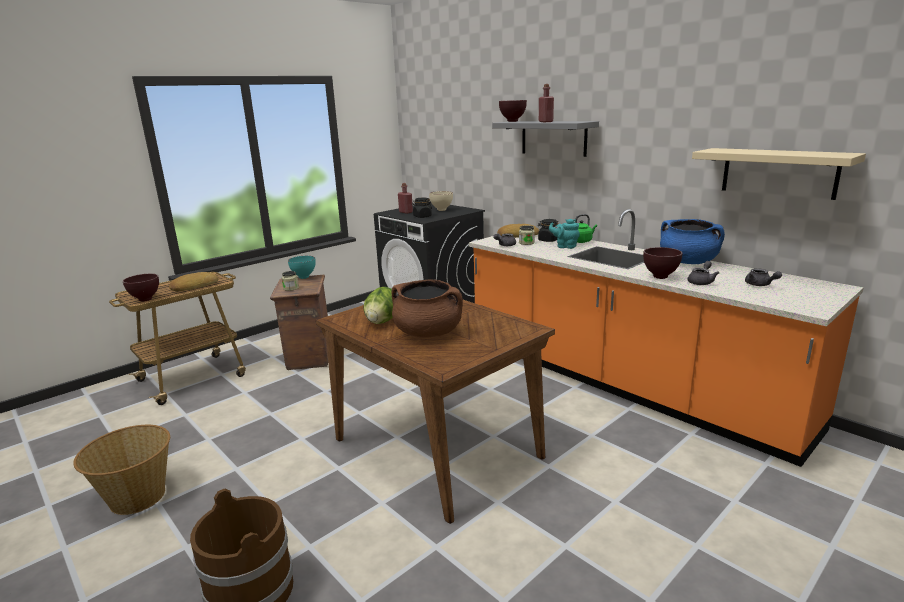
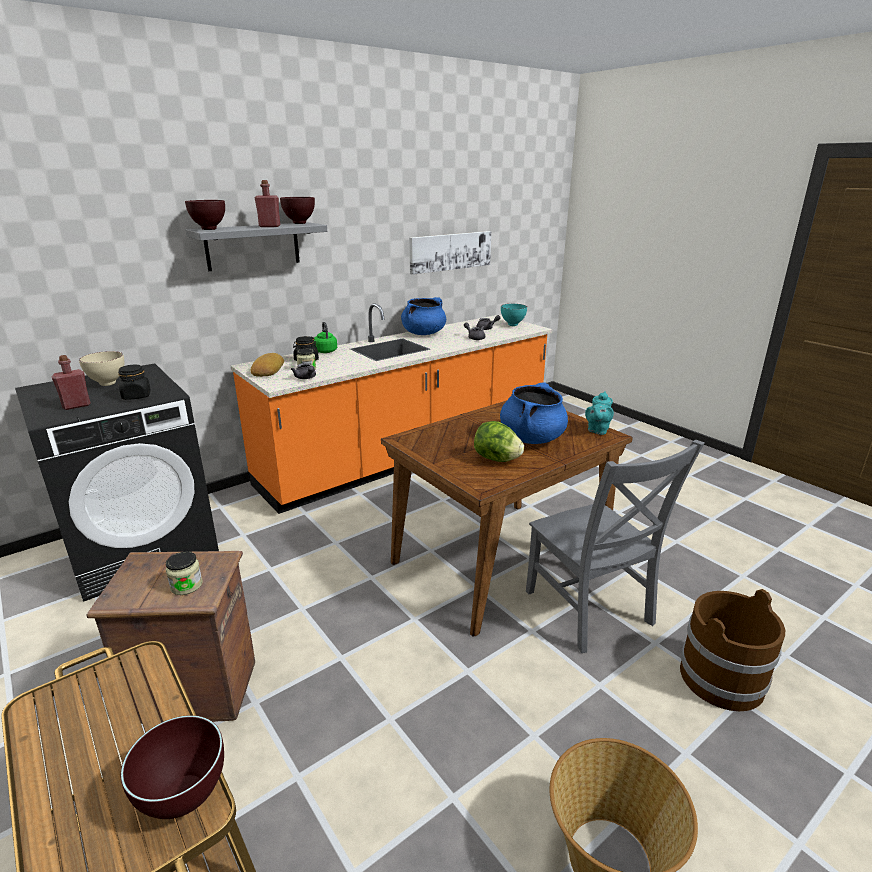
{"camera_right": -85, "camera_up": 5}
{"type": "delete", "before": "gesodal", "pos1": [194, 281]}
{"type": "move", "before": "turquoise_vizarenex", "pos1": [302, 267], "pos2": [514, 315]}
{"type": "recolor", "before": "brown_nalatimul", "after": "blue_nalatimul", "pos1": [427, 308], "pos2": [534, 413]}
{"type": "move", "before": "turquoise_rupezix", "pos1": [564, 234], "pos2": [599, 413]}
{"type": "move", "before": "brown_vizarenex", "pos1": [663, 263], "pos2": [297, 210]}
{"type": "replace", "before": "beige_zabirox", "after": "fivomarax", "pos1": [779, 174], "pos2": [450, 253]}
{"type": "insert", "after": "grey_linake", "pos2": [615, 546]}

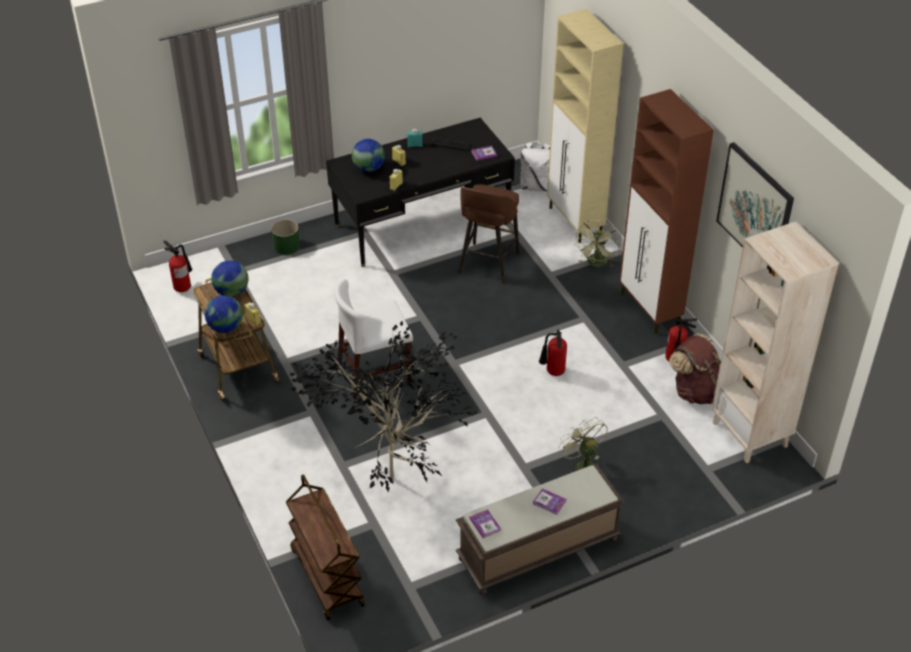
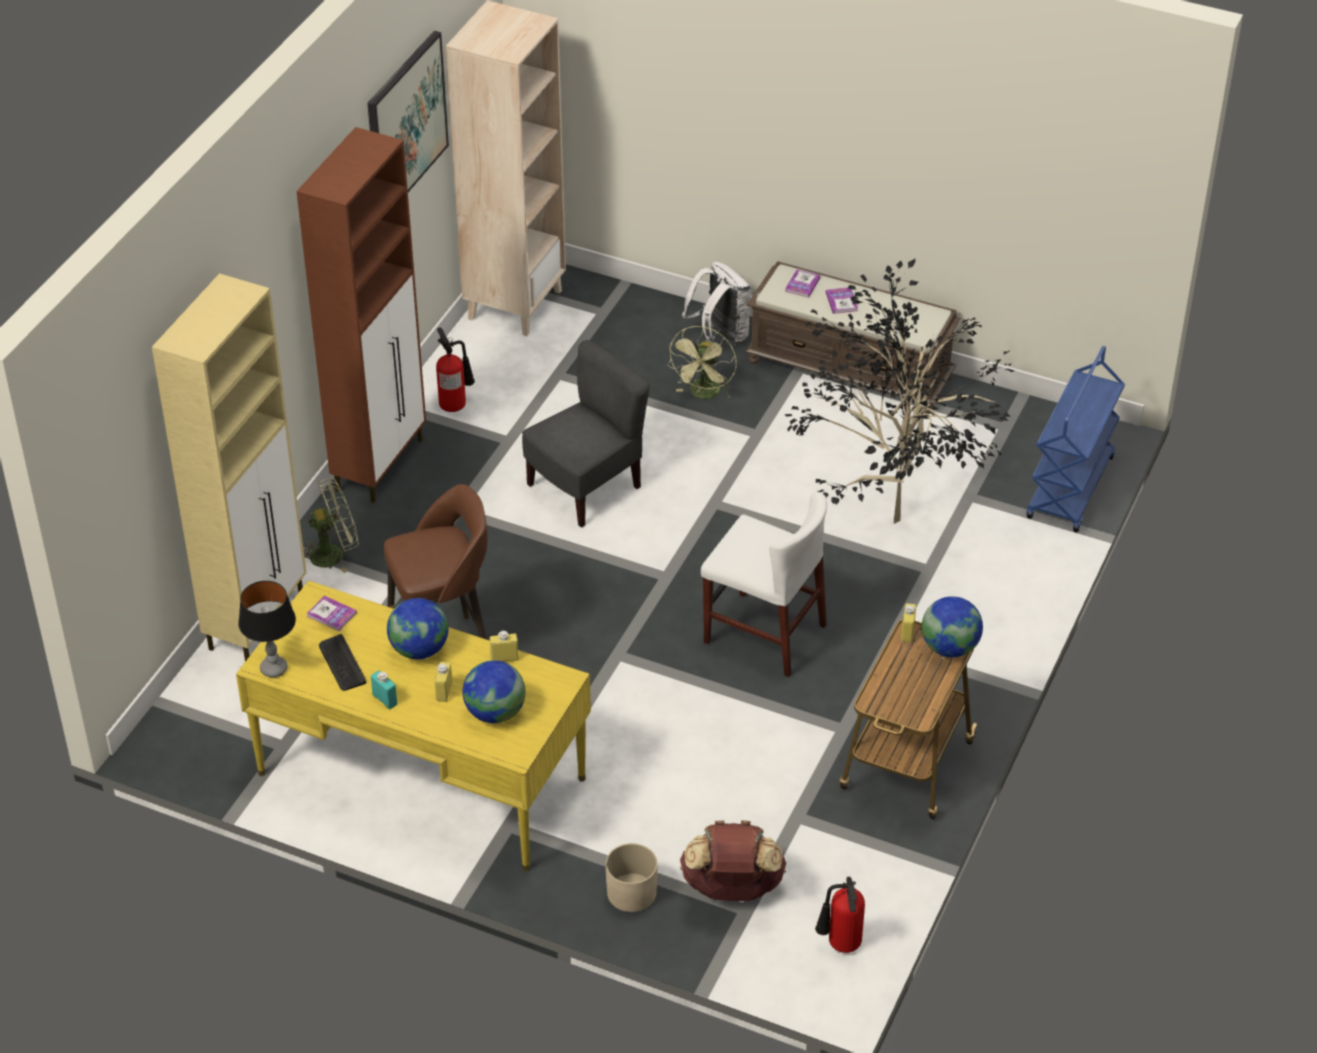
{"camera_right": -130, "camera_up": 0}
{"type": "move", "before": "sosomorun", "pos1": [229, 278], "pos2": [417, 628]}
{"type": "recolor", "before": "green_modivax", "after": "beige_modivax", "pos1": [285, 237], "pos2": [631, 877]}
{"type": "recolor", "before": "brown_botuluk", "after": "blue_botuluk", "pos1": [325, 547], "pos2": [1075, 439]}
{"type": "recolor", "before": "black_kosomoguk", "after": "yellow_kosomoguk", "pos1": [420, 192], "pos2": [413, 725]}
{"type": "move", "before": "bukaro", "pos1": [485, 523], "pos2": [802, 283]}
{"type": "move", "before": "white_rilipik", "pos1": [534, 166], "pos2": [717, 303]}
{"type": "replace", "before": "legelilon", "after": "grey_linake", "pos1": [553, 353], "pos2": [586, 434]}
{"type": "move", "before": "brown_rilipik", "pos1": [695, 368], "pos2": [733, 860]}
{"type": "insert", "after": "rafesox", "pos2": [267, 629]}

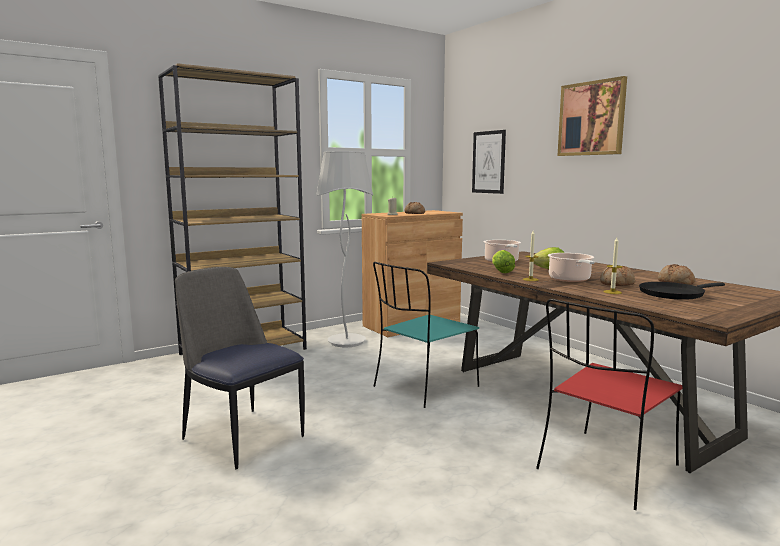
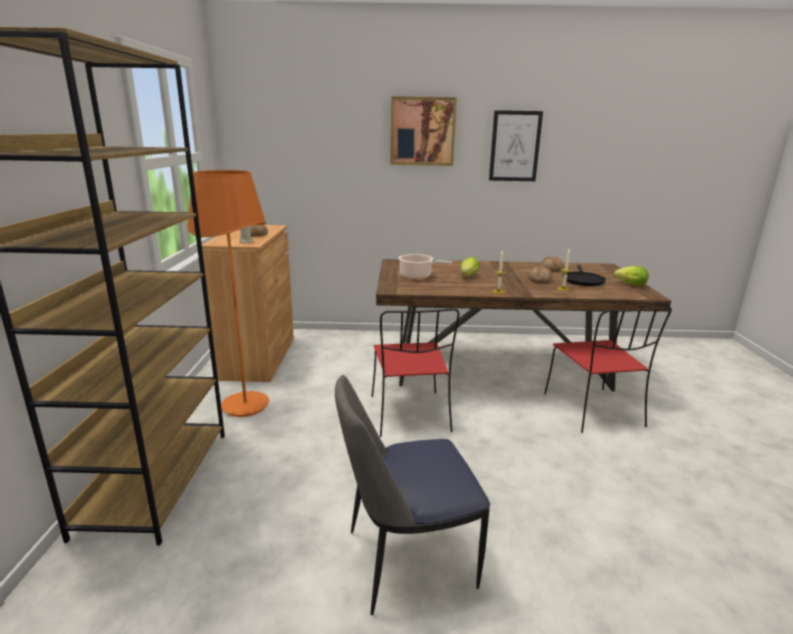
{"camera_right": -55, "camera_up": 10}
{"type": "recolor", "before": "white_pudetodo", "after": "orange_pudetodo", "pos1": [344, 249], "pos2": [228, 293]}
{"type": "recolor", "before": "turquoise_linake", "after": "red_linake", "pos1": [426, 335], "pos2": [415, 373]}
{"type": "move", "before": "fivomarax", "pos1": [489, 162], "pos2": [516, 145]}
{"type": "move", "before": "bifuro", "pos1": [503, 261], "pos2": [631, 276]}
{"type": "delete", "before": "nalatimul", "pos1": [571, 267]}

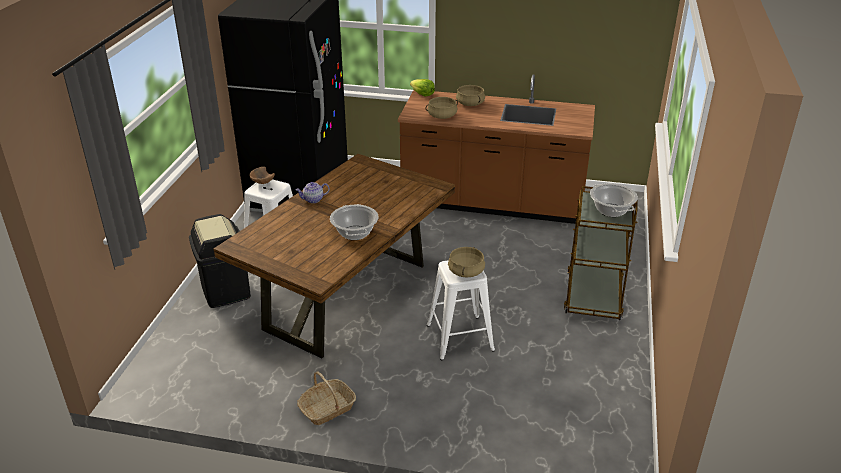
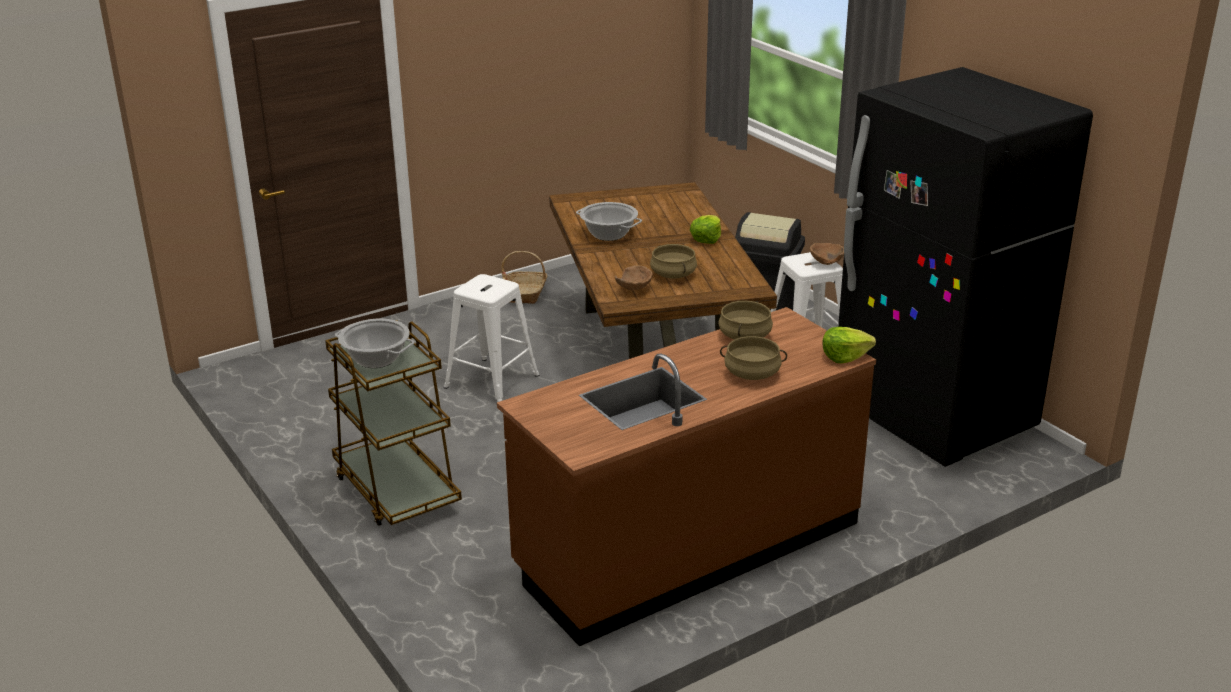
{"camera_right": 135, "camera_up": -5}
{"type": "replace", "before": "rupezix", "after": "bifuro", "pos1": [312, 192], "pos2": [705, 229]}
{"type": "move", "before": "beige_nalatimul", "pos1": [466, 262], "pos2": [673, 261]}
{"type": "insert", "after": "brown_vizarenex", "pos2": [634, 277]}

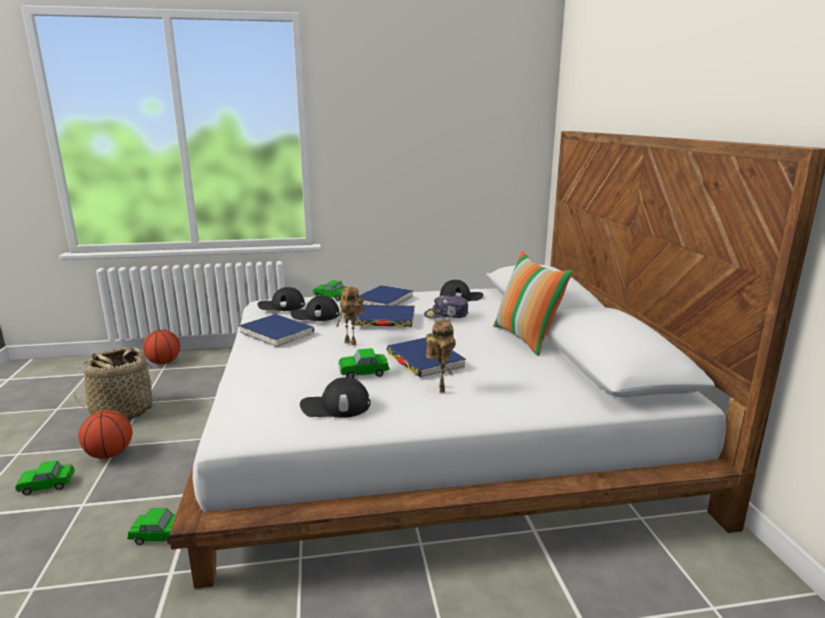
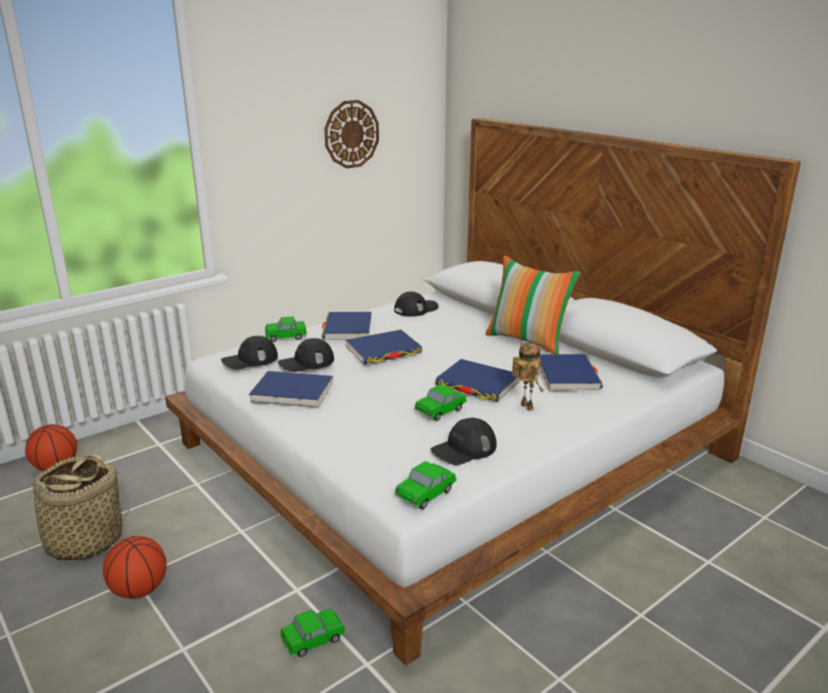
{"camera_right": -30, "camera_up": 5}
{"type": "move", "before": "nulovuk", "pos1": [45, 477], "pos2": [426, 485]}
{"type": "delete", "before": "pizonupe", "pos1": [350, 316]}
{"type": "delete", "before": "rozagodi", "pos1": [446, 306]}
{"type": "insert", "after": "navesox", "pos2": [351, 134]}
{"type": "insert", "after": "blue_bukaro", "pos2": [571, 373]}

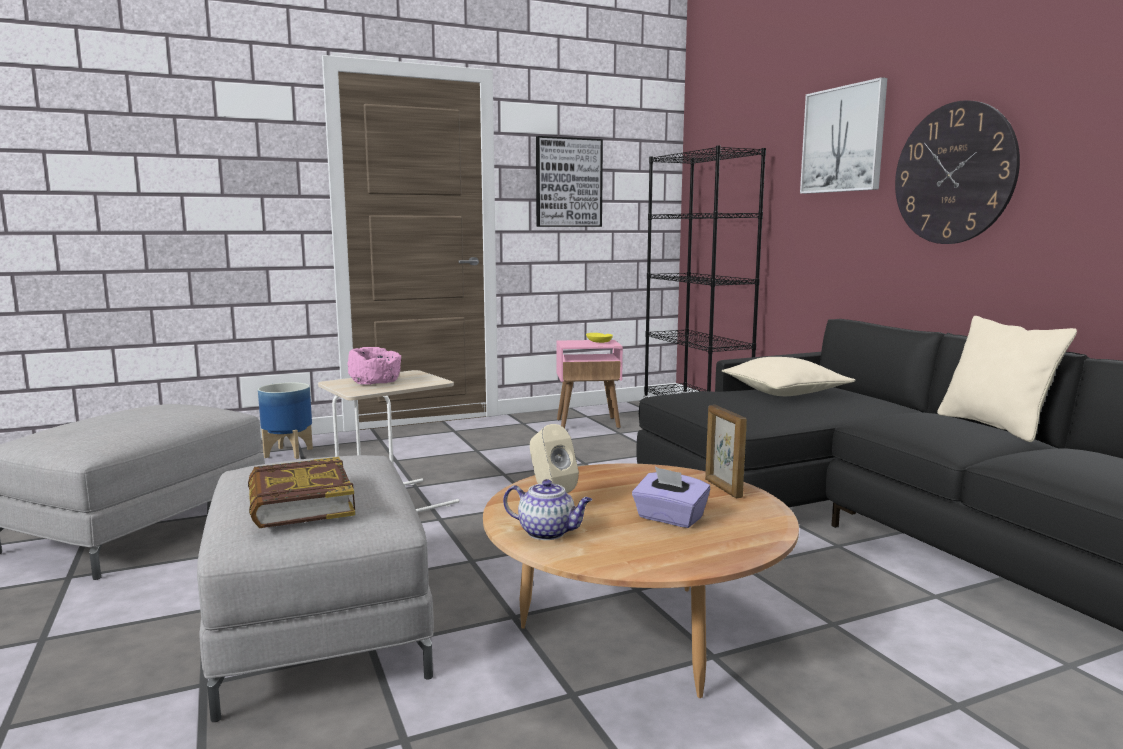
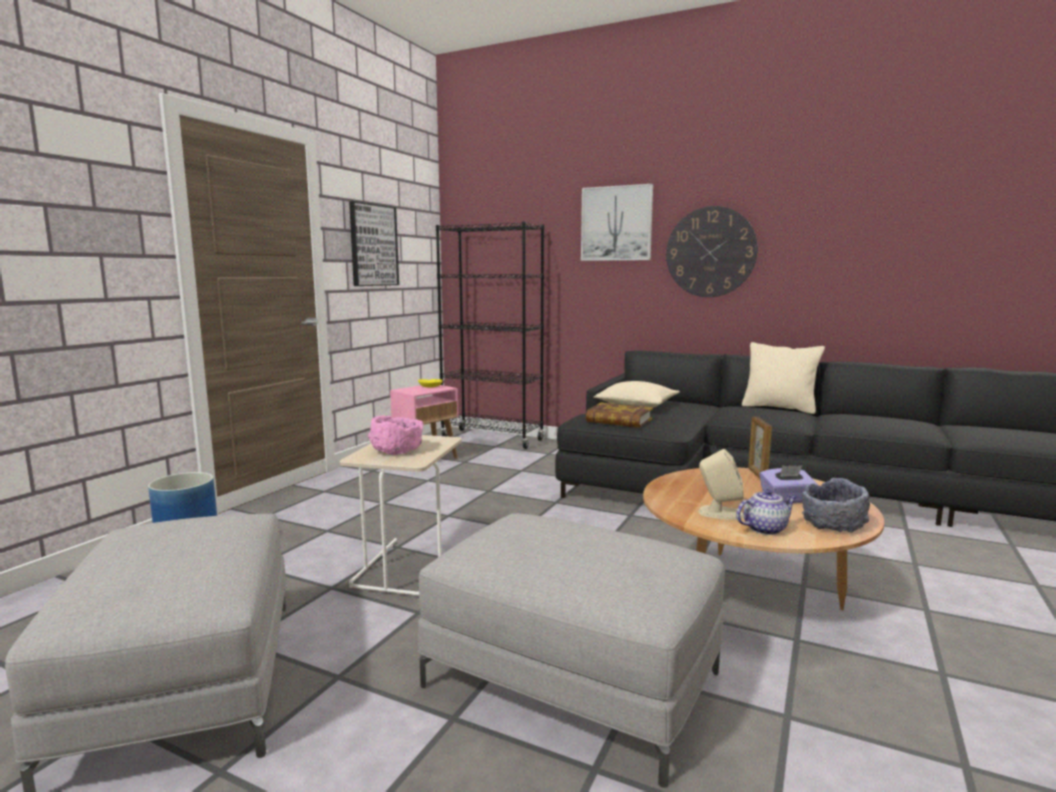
{"camera_right": -40, "camera_up": 0}
{"type": "move", "before": "bukaro", "pos1": [301, 492], "pos2": [619, 415]}
{"type": "rotate", "before": "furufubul", "pos1": [726, 451], "pos2": [760, 447], "turn": 60}
{"type": "insert", "after": "grey_vizarenex", "pos2": [836, 505]}

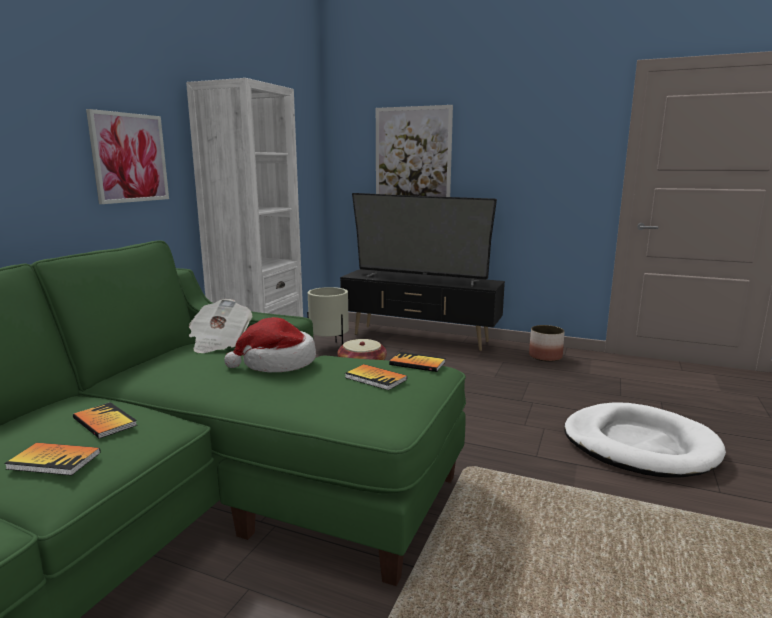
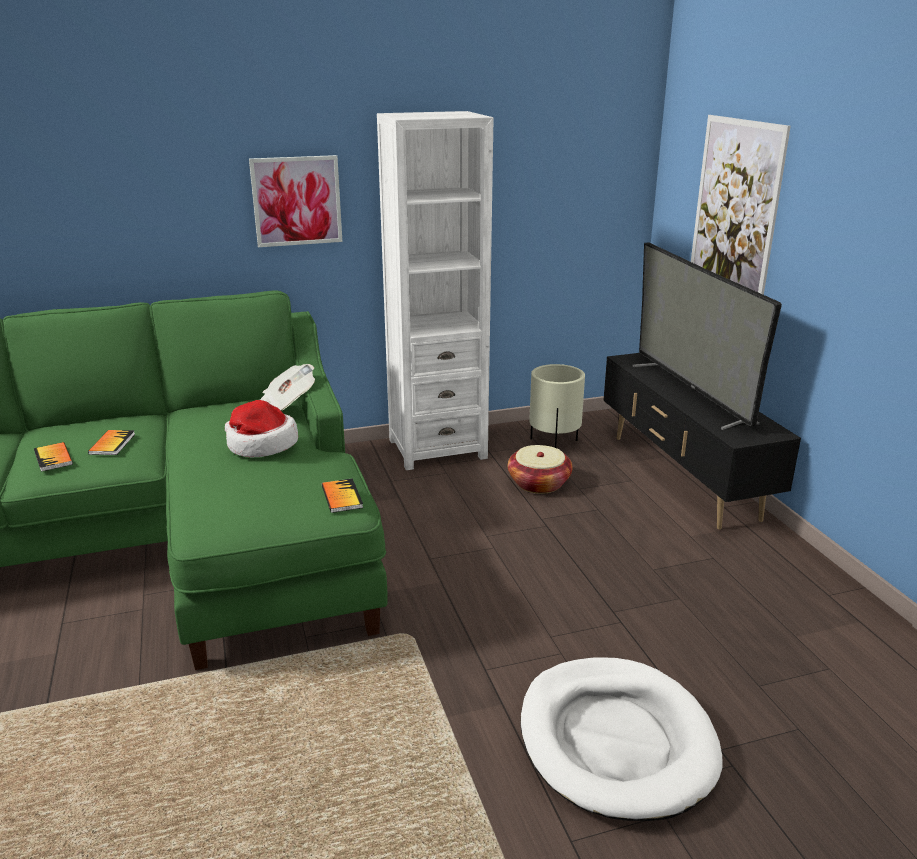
{"camera_right": 50, "camera_up": 10}
{"type": "delete", "before": "bukaro", "pos1": [376, 377]}
{"type": "delete", "before": "modivax", "pos1": [547, 343]}

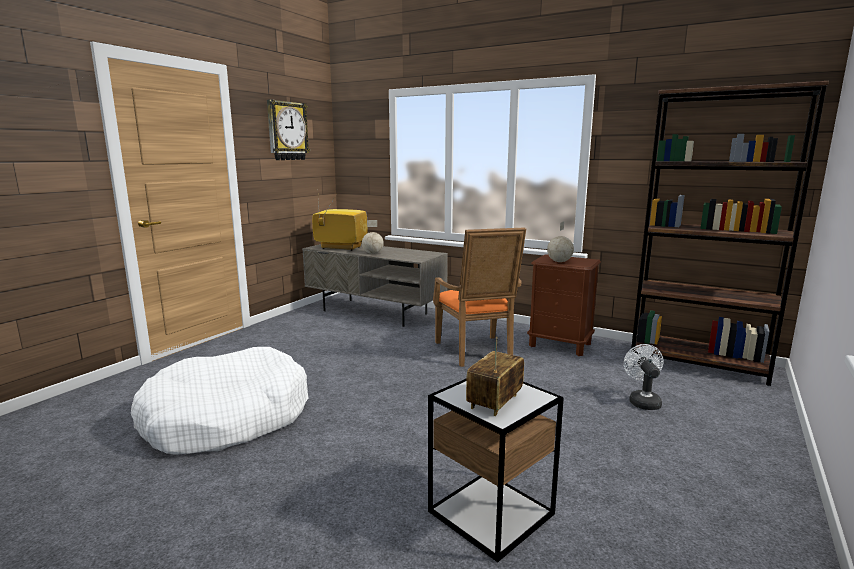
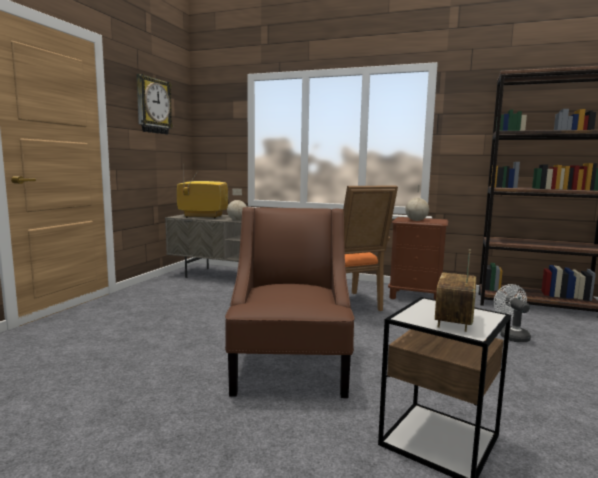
{"camera_right": -10, "camera_up": -5}
{"type": "delete", "before": "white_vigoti", "pos1": [219, 401]}
{"type": "insert", "after": "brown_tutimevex", "pos2": [290, 302]}

